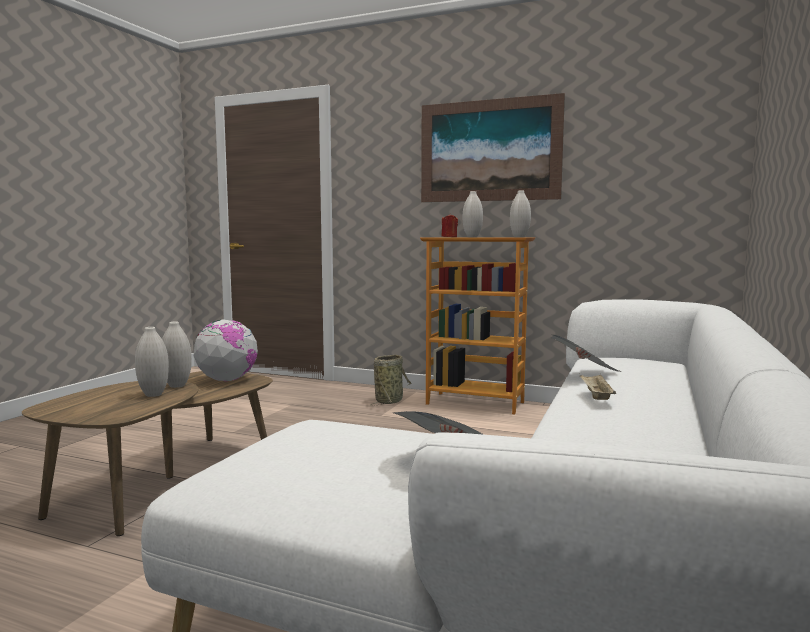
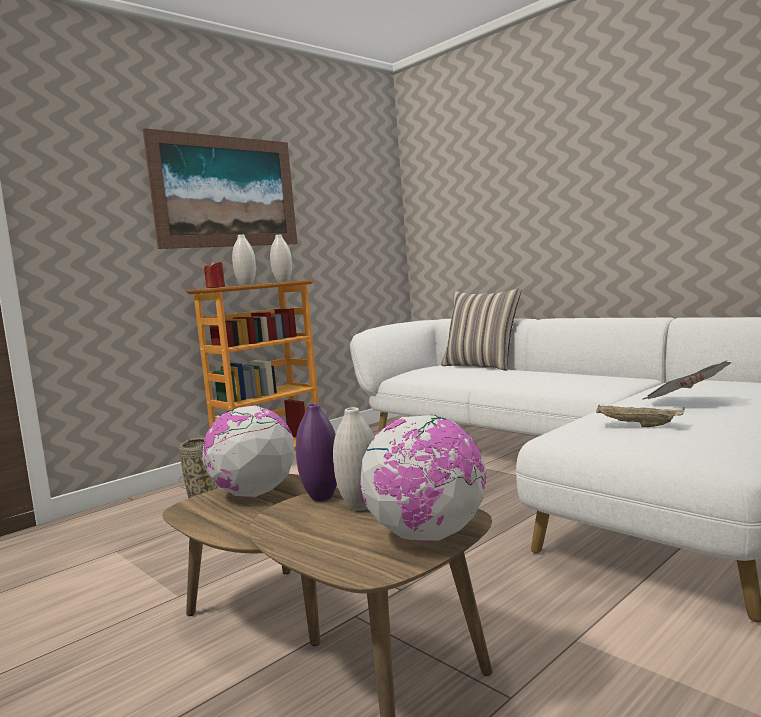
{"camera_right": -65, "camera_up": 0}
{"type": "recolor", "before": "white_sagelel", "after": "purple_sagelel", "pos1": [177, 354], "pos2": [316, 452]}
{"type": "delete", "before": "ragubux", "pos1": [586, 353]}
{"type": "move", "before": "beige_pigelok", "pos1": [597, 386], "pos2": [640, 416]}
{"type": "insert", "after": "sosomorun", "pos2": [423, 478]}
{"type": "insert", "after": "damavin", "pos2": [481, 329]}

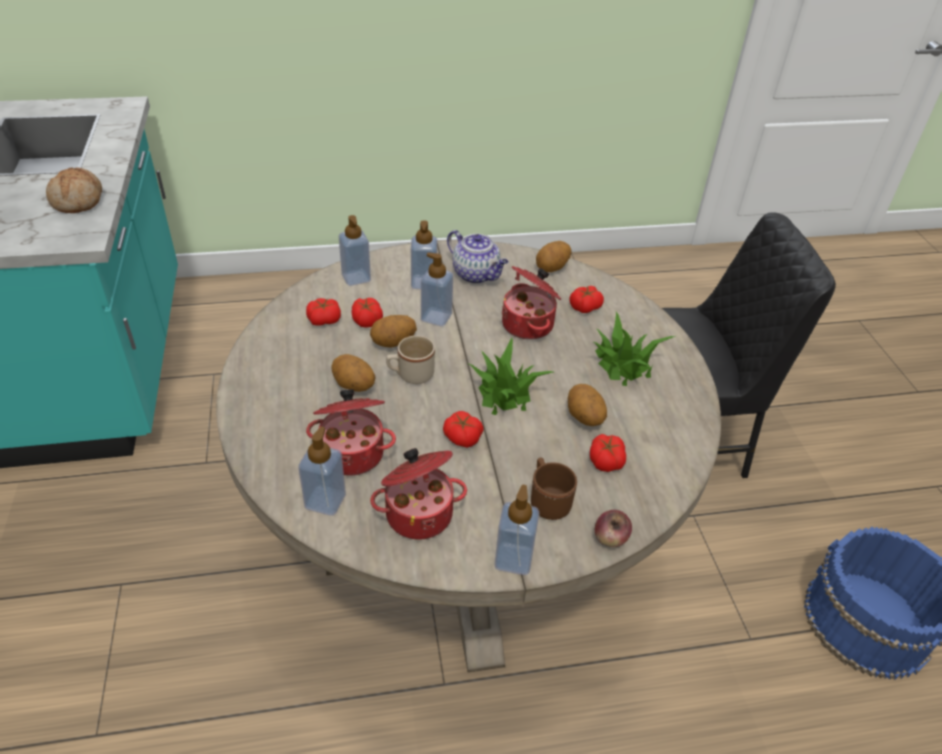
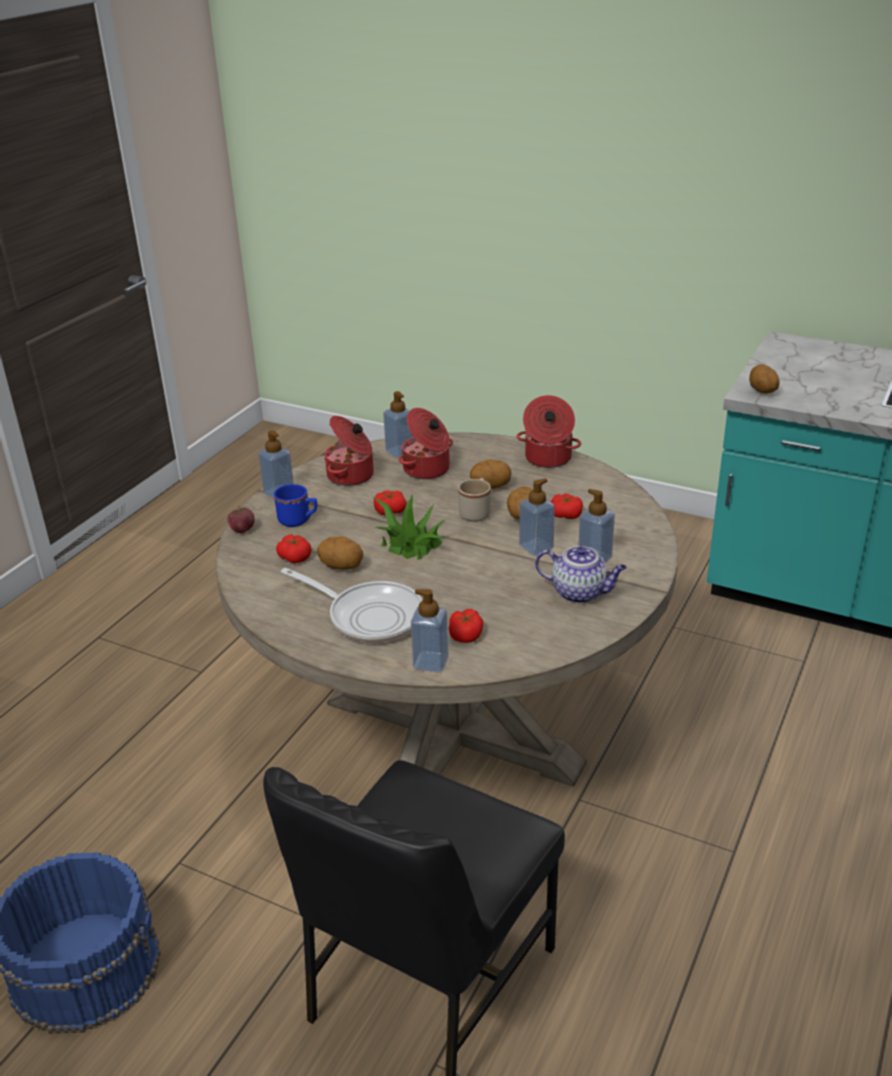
{"camera_right": 130, "camera_up": -10}
{"type": "delete", "before": "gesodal", "pos1": [74, 190]}
{"type": "delete", "before": "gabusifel", "pos1": [323, 312]}
{"type": "move", "before": "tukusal", "pos1": [355, 250], "pos2": [430, 630]}
{"type": "rotate", "before": "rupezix", "pos1": [477, 257], "pos2": [581, 574], "turn": -150}
{"type": "move", "before": "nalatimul", "pos1": [531, 303], "pos2": [549, 431]}
{"type": "recolor", "before": "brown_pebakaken", "after": "blue_pebakaken", "pos1": [554, 488], "pos2": [295, 505]}
{"type": "move", "before": "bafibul", "pos1": [554, 256], "pos2": [764, 379]}
{"type": "replace", "before": "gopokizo", "after": "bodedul", "pos1": [635, 349], "pos2": [351, 605]}

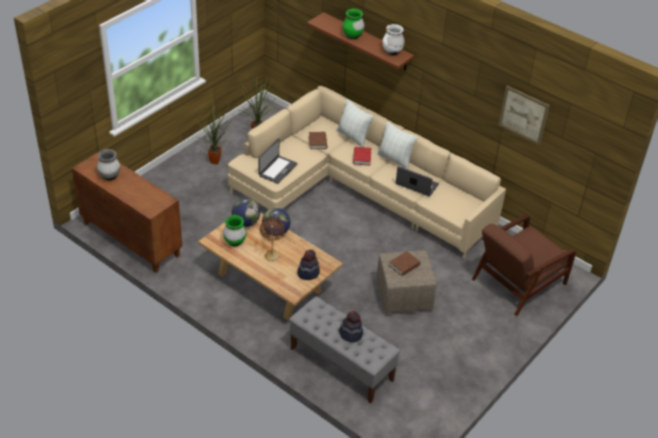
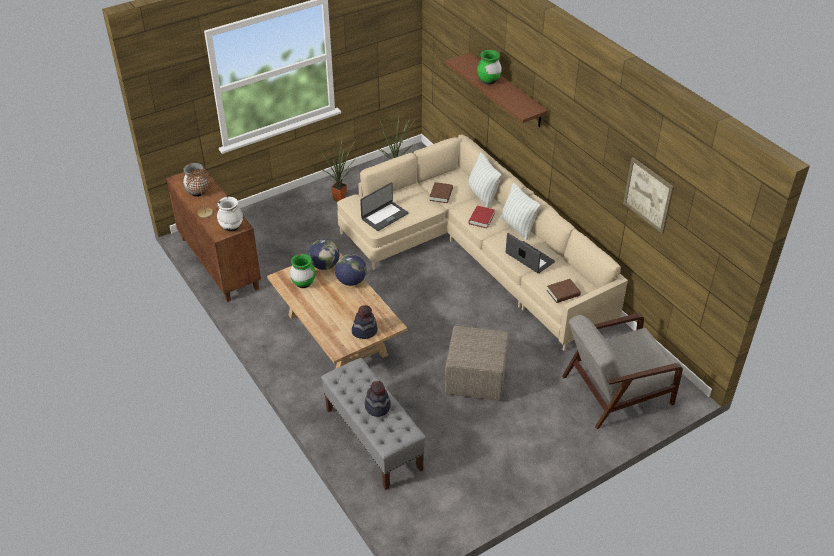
{"camera_right": 20, "camera_up": 0}
{"type": "move", "before": "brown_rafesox", "pos1": [272, 239], "pos2": [199, 193]}
{"type": "move", "before": "white_sagelel", "pos1": [394, 39], "pos2": [230, 214]}
{"type": "move", "before": "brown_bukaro", "pos1": [404, 263], "pos2": [564, 291]}
{"type": "recolor", "before": "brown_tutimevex", "after": "grey_tutimevex", "pos1": [524, 265], "pos2": [622, 371]}

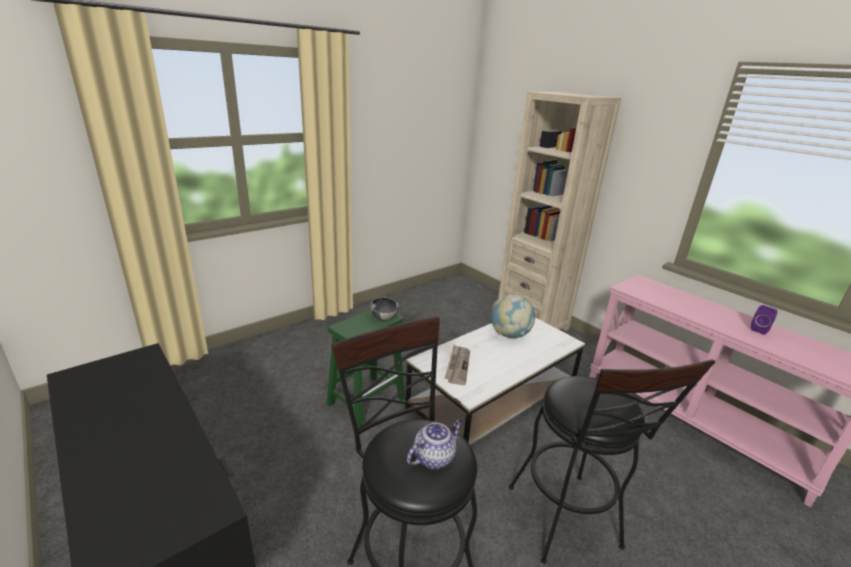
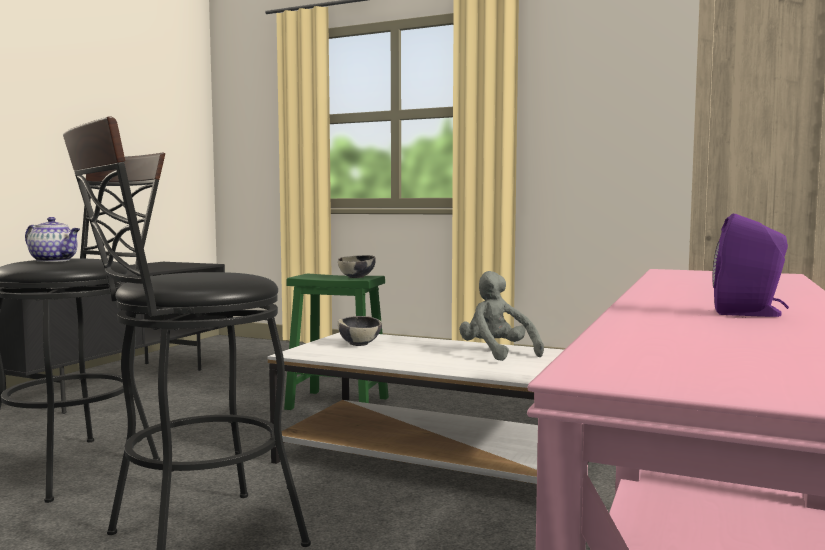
{"camera_right": 65, "camera_up": -20}
{"type": "replace", "before": "ragubux", "after": "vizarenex", "pos1": [457, 365], "pos2": [360, 331]}
{"type": "replace", "before": "sosomorun", "after": "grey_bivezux", "pos1": [513, 316], "pos2": [501, 316]}

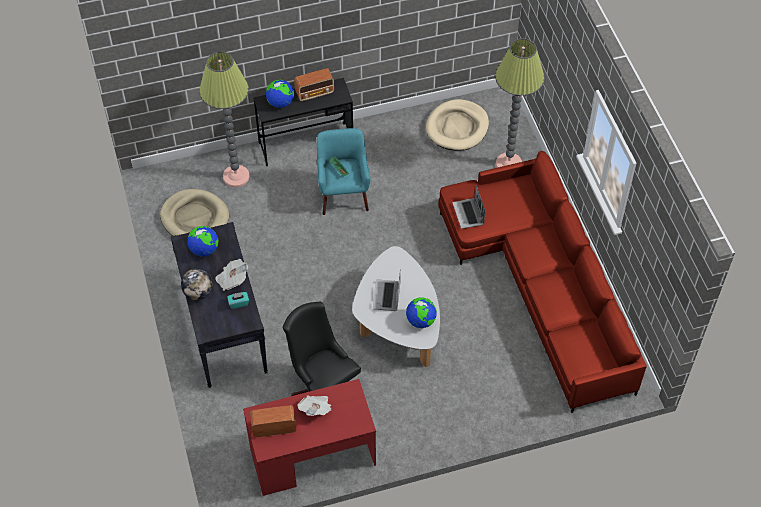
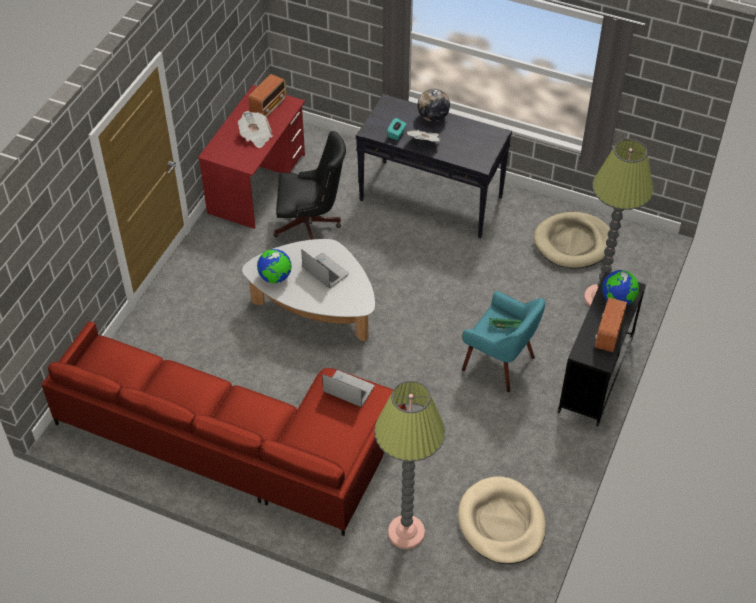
{"camera_right": 130, "camera_up": -5}
{"type": "delete", "before": "sosomorun", "pos1": [202, 241]}

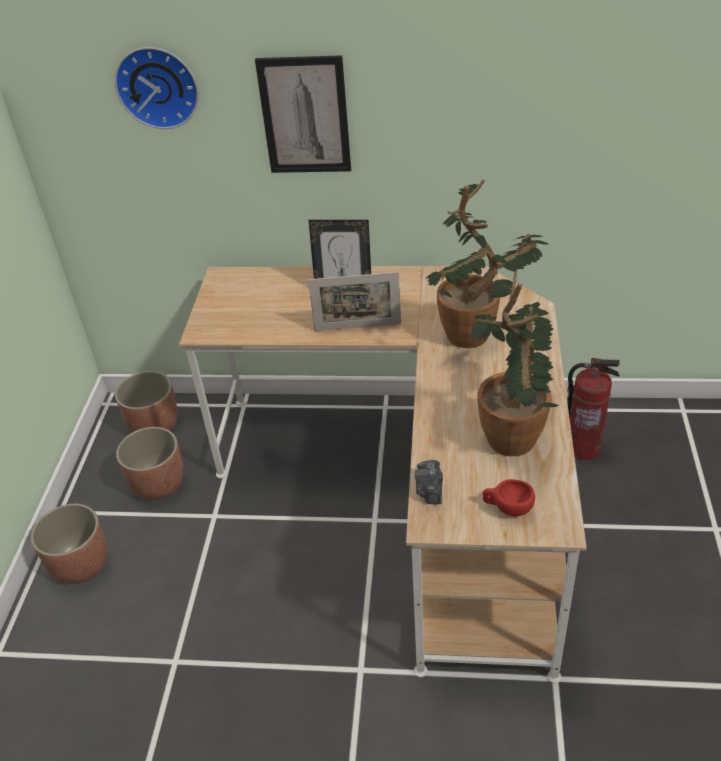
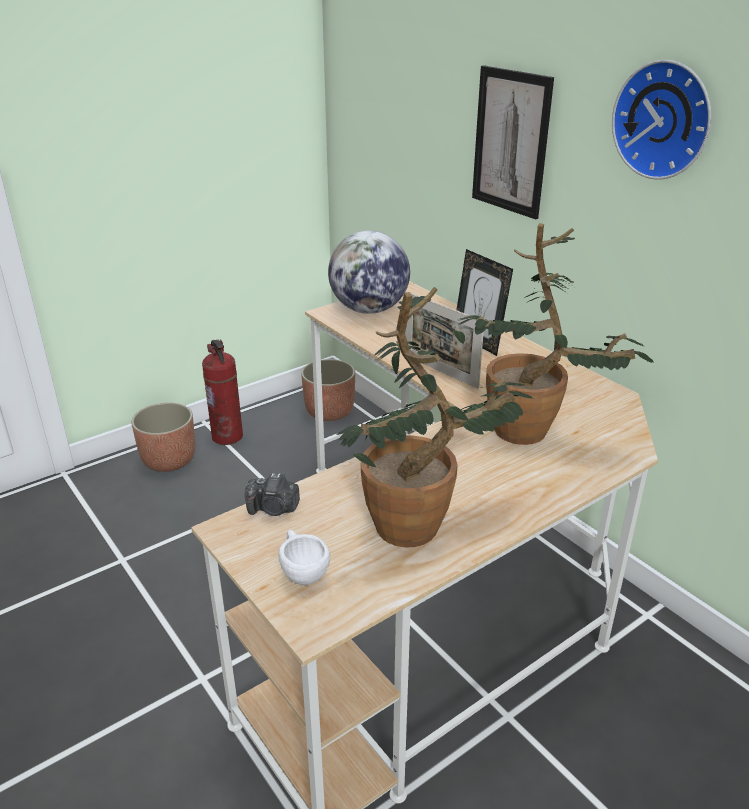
{"camera_right": 45, "camera_up": -10}
{"type": "move", "before": "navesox", "pos1": [157, 88], "pos2": [661, 120]}
{"type": "delete", "before": "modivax", "pos1": [149, 463]}
{"type": "rotate", "before": "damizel", "pos1": [429, 482], "pos2": [272, 494], "turn": -135}
{"type": "recolor", "before": "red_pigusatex", "after": "white_pigusatex", "pos1": [508, 498], "pos2": [304, 557]}
{"type": "move", "before": "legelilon", "pos1": [593, 409], "pos2": [222, 392]}
{"type": "insert", "after": "sosomorun", "pos2": [369, 272]}

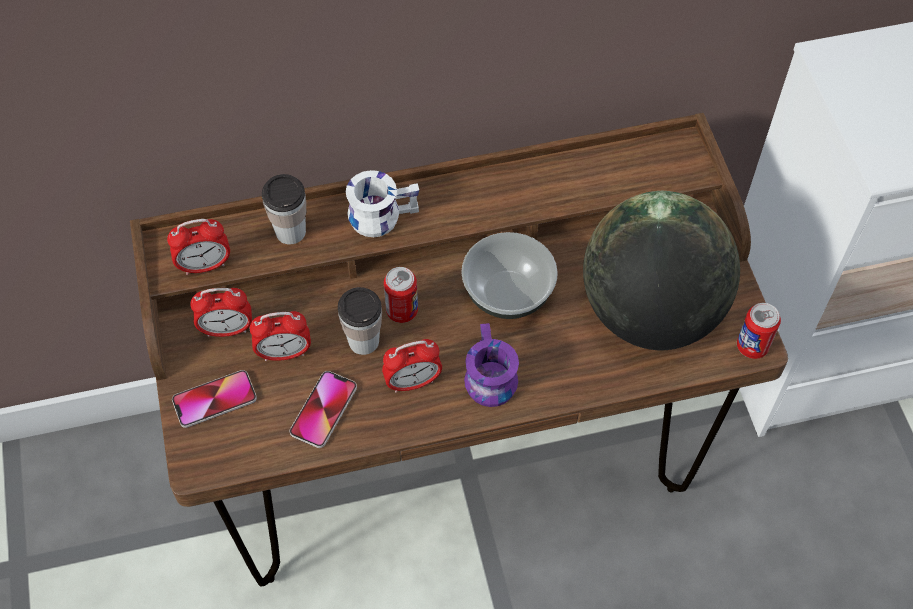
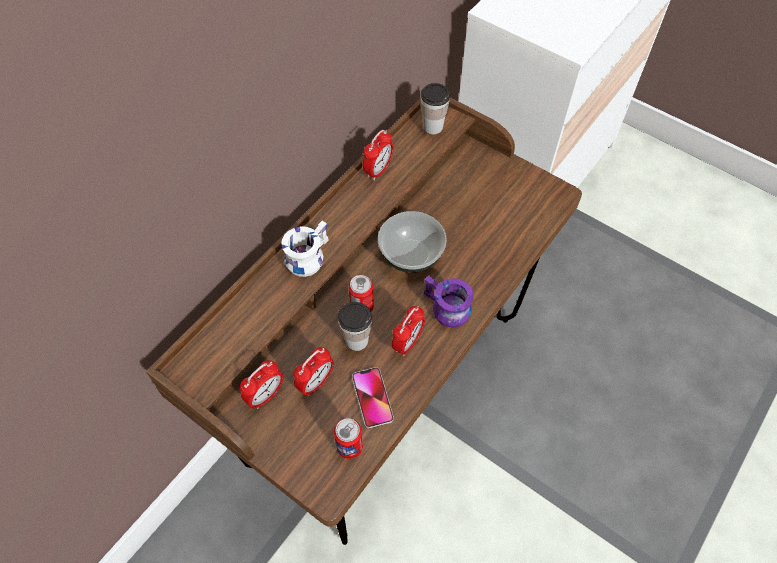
{"camera_right": -40, "camera_up": 0}
{"type": "move", "before": "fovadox", "pos1": [198, 247], "pos2": [378, 155]}
{"type": "delete", "before": "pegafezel", "pos1": [214, 399]}
{"type": "move", "before": "pigusatex", "pos1": [284, 209], "pos2": [435, 108]}
{"type": "delete", "before": "sosomorun", "pos1": [661, 271]}
{"type": "move", "before": "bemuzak", "pos1": [759, 331], "pos2": [348, 438]}

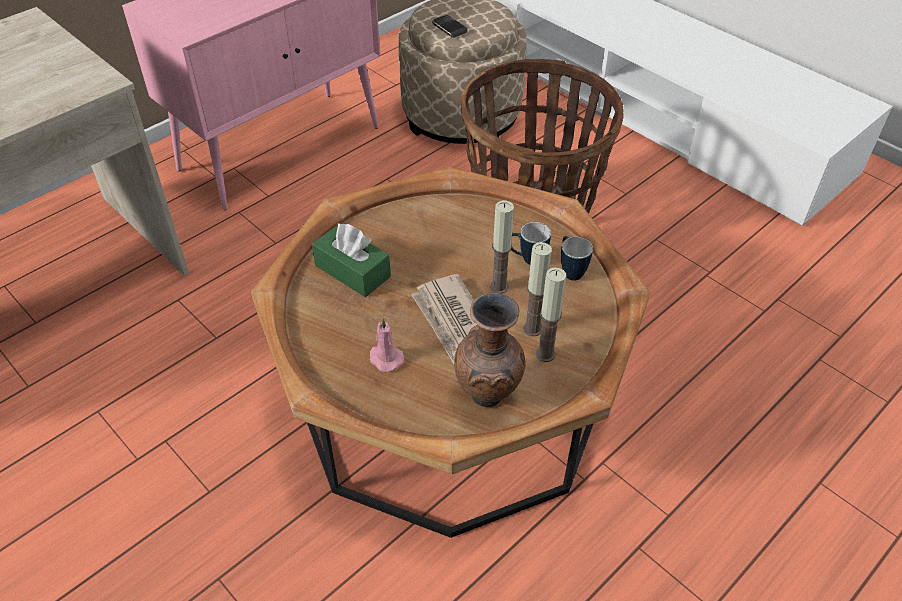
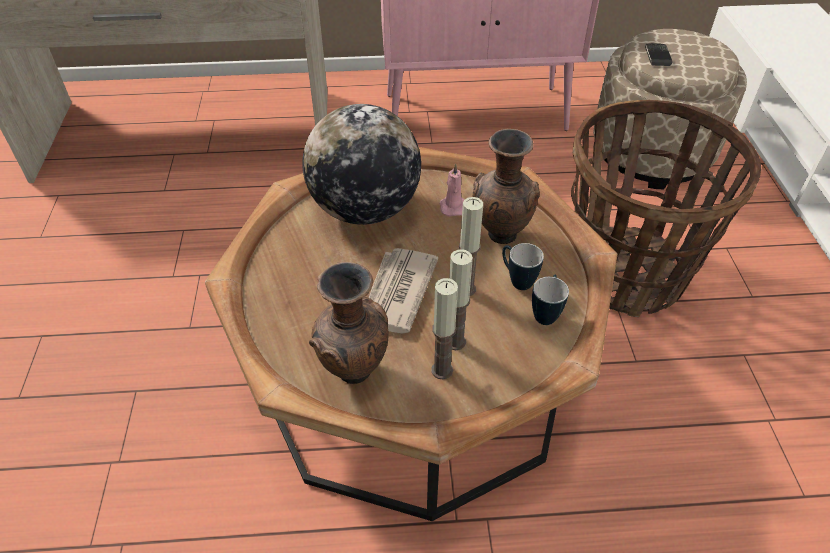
{"camera_right": 40, "camera_up": 0}
{"type": "replace", "before": "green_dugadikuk", "after": "sosomorun", "pos1": [351, 260], "pos2": [361, 164]}
{"type": "move", "before": "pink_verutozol", "pos1": [387, 345], "pos2": [452, 189]}
{"type": "insert", "after": "brown_sagelel", "pos2": [506, 186]}

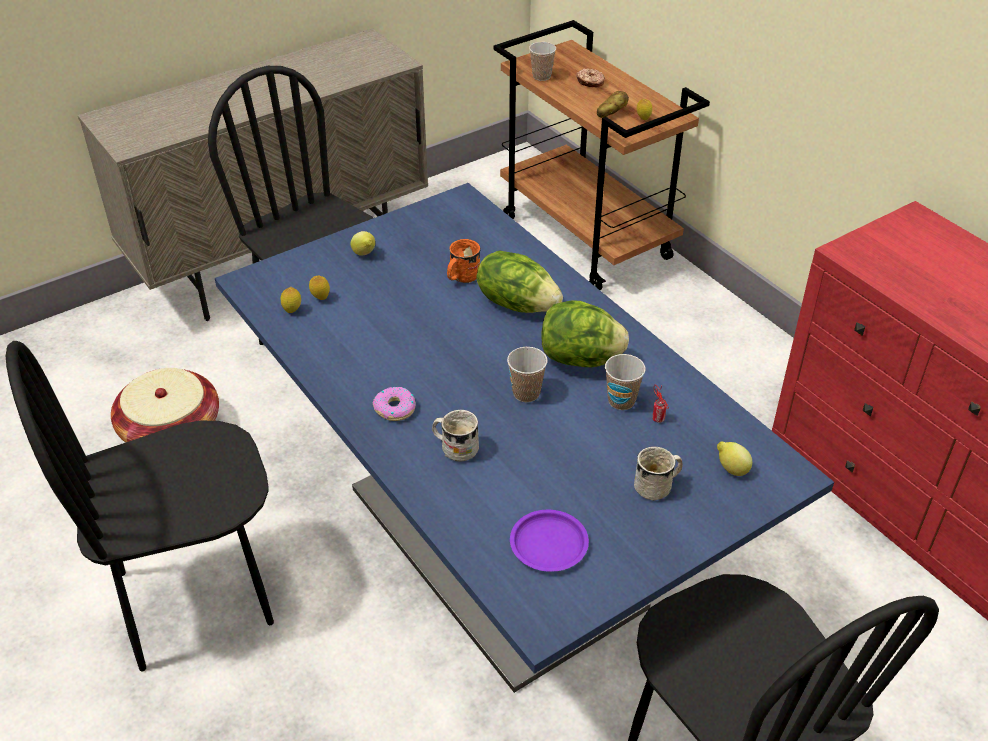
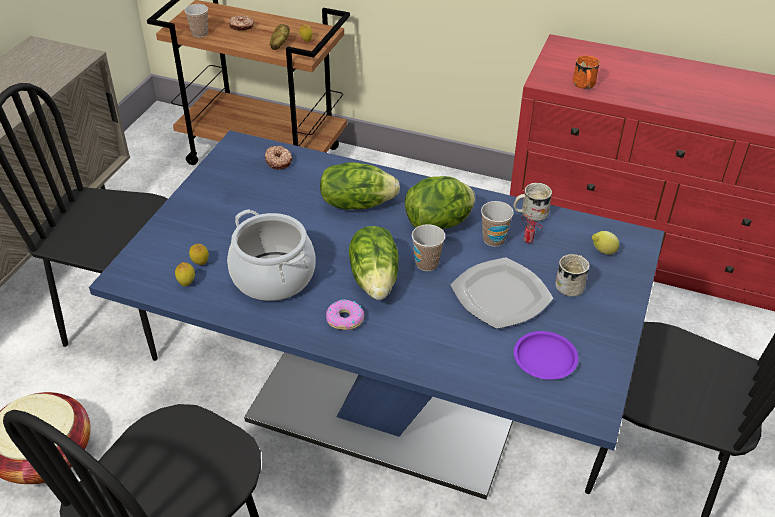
{"camera_right": -35, "camera_up": 0}
{"type": "delete", "before": "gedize", "pos1": [363, 243]}
{"type": "move", "before": "white_pebakaken", "pos1": [455, 436], "pos2": [532, 202]}
{"type": "move", "before": "orange_pebakaken", "pos1": [464, 261], "pos2": [586, 72]}
{"type": "insert", "after": "nalatimul", "pos2": [271, 255]}
{"type": "insert", "after": "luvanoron", "pos2": [278, 157]}
{"type": "insert", "after": "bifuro", "pos2": [374, 263]}
{"type": "insert", "after": "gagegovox", "pos2": [502, 293]}

